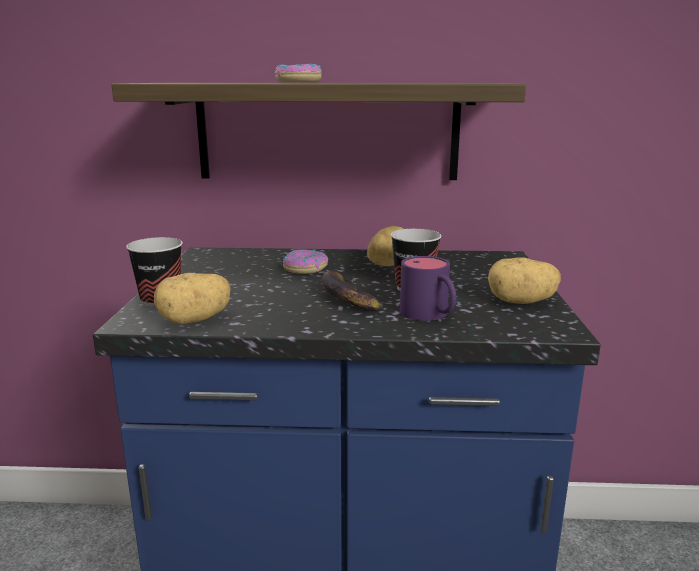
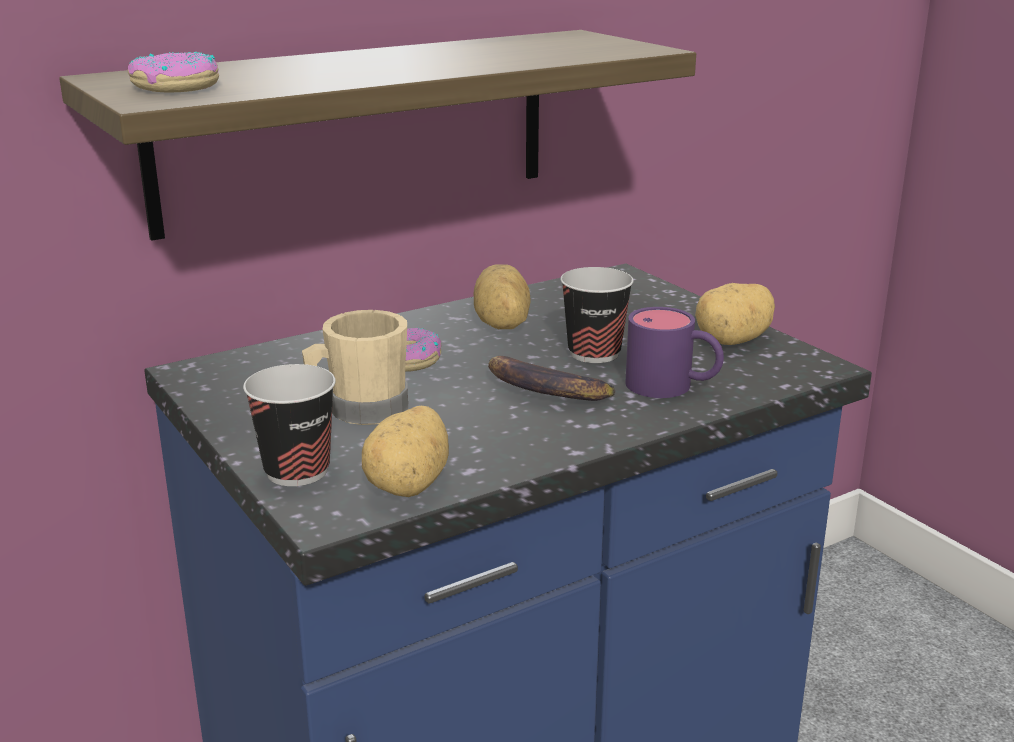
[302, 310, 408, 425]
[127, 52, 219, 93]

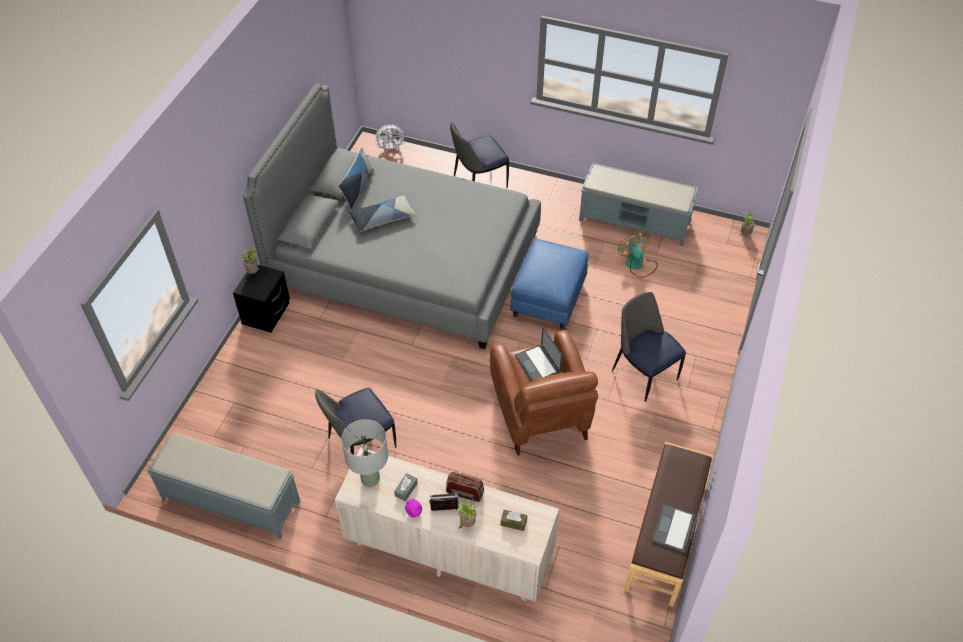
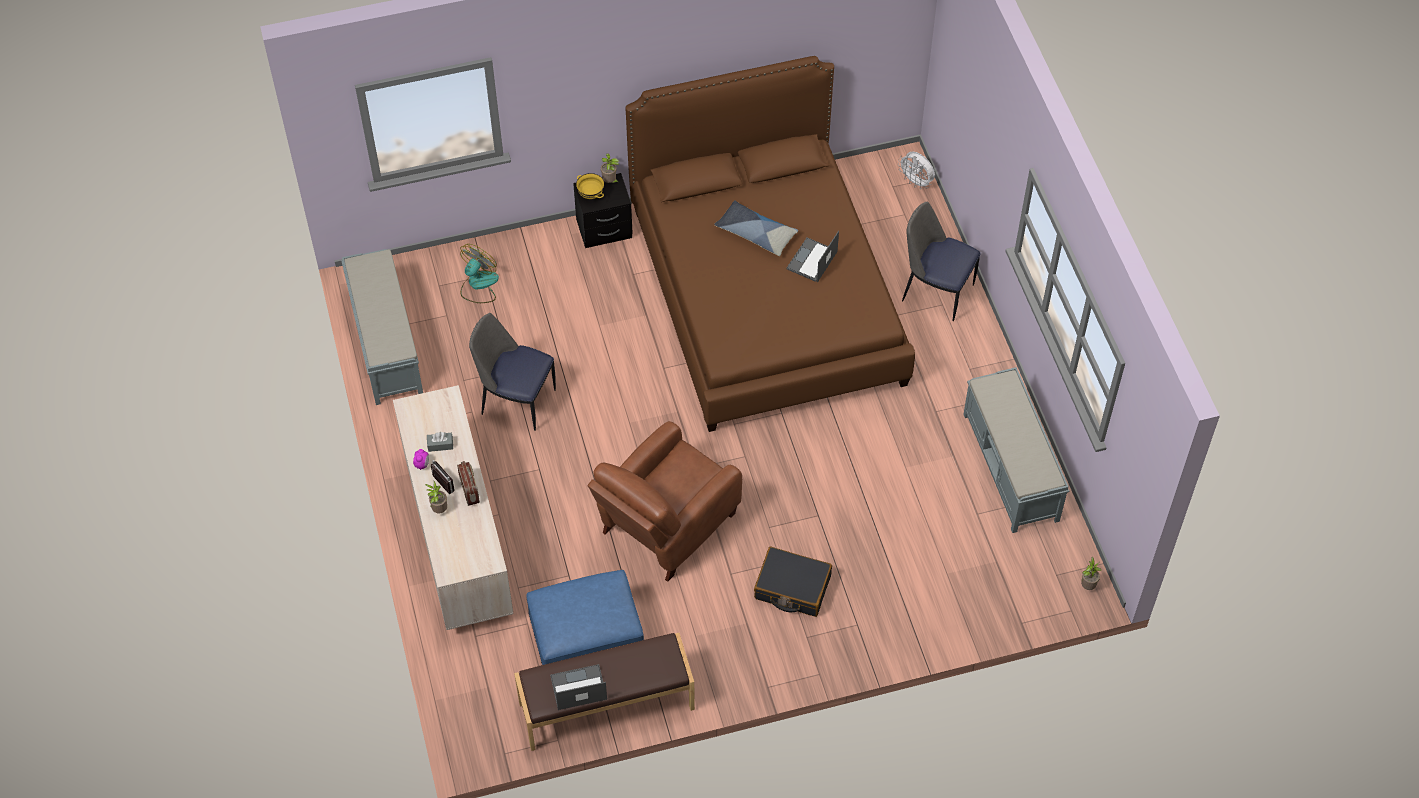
[338, 147, 374, 209] (first image)
[341, 419, 388, 487] (first image)
[501, 510, 527, 531] (first image)
[576, 173, 604, 199]
[526, 570, 644, 665]
[786, 231, 839, 282]
[460, 244, 499, 303]
[754, 546, 832, 617]
[626, 56, 915, 432]

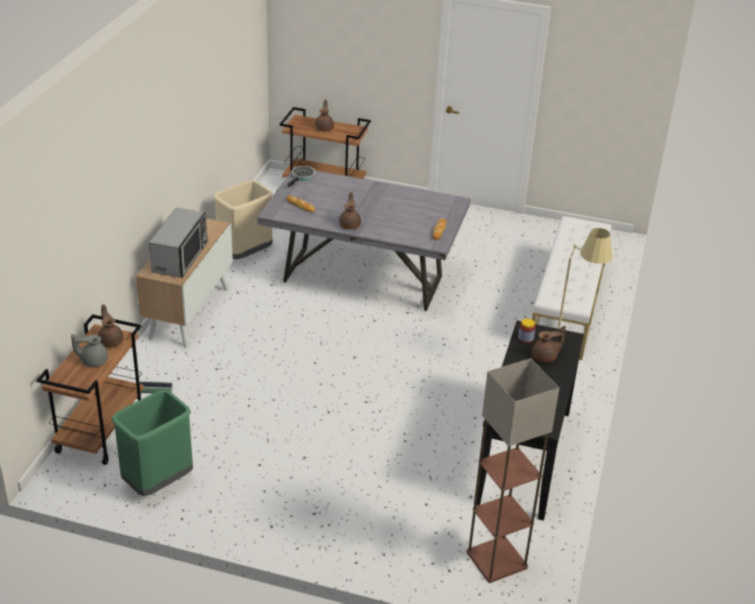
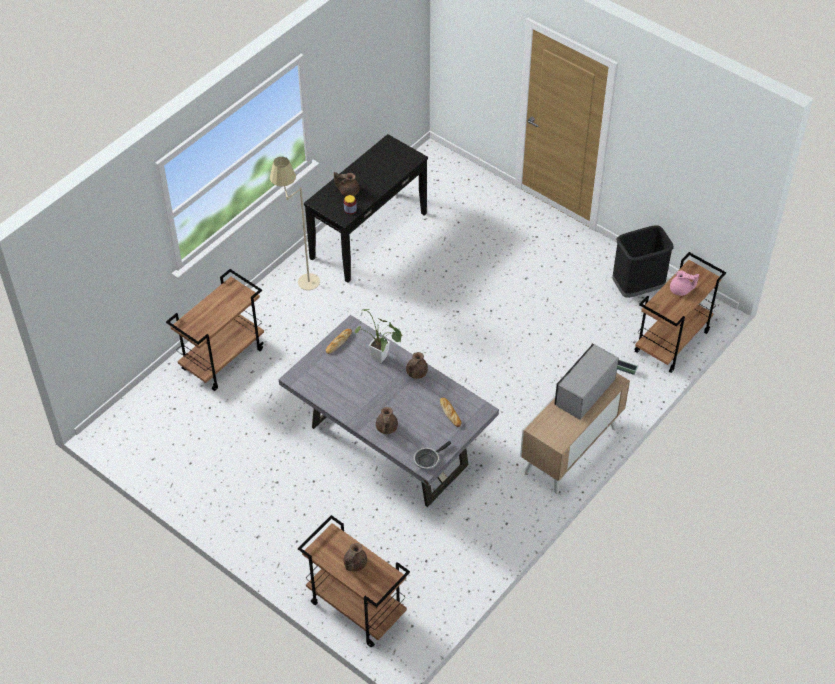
[213, 180, 273, 260] (first image)
[466, 358, 559, 583] (first image)
[355, 309, 402, 363]
[376, 407, 398, 434]
[166, 269, 264, 391]
[670, 271, 699, 296]
[612, 225, 674, 298]

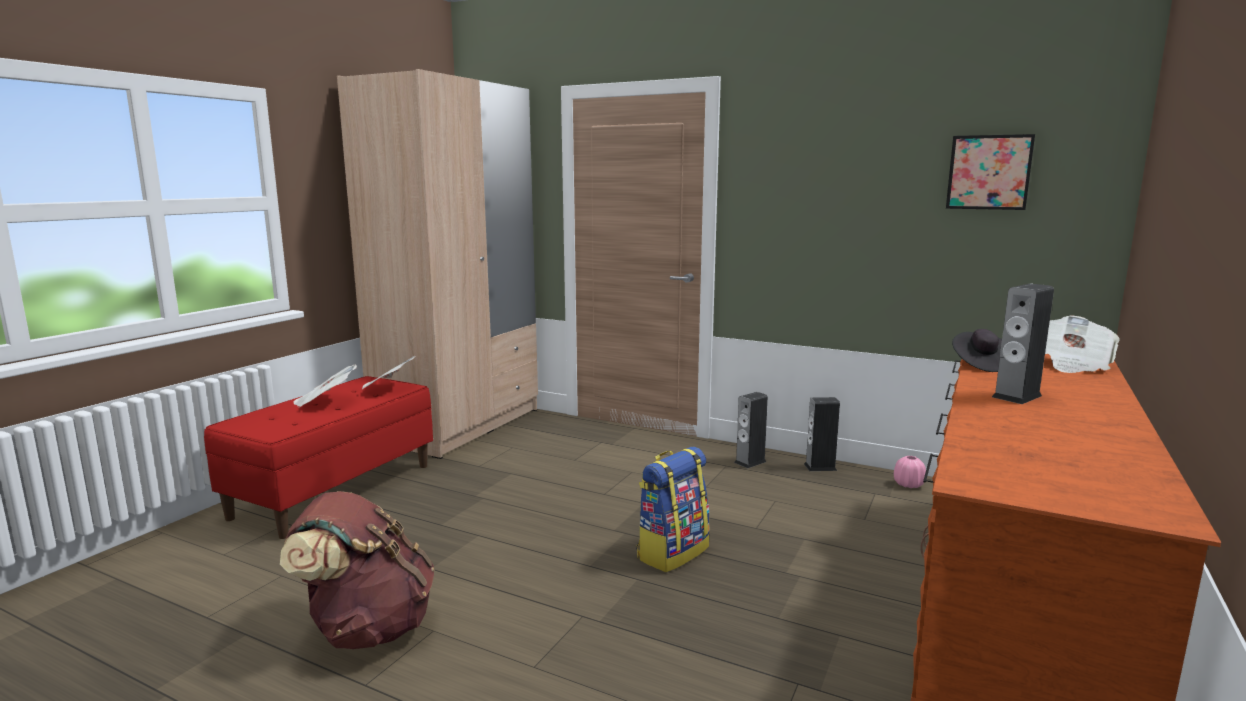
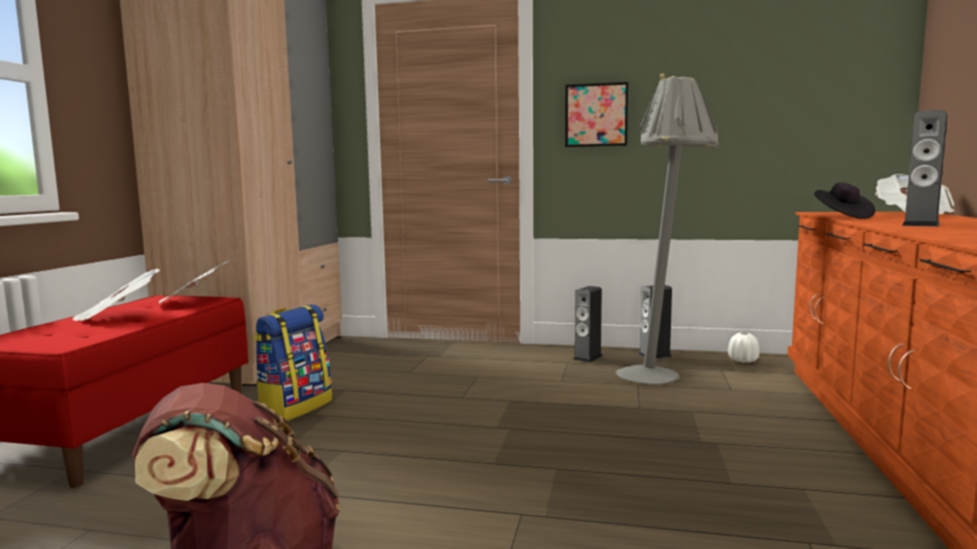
[616, 73, 718, 384]
[253, 304, 332, 421]
[565, 82, 628, 147]
[728, 332, 759, 363]

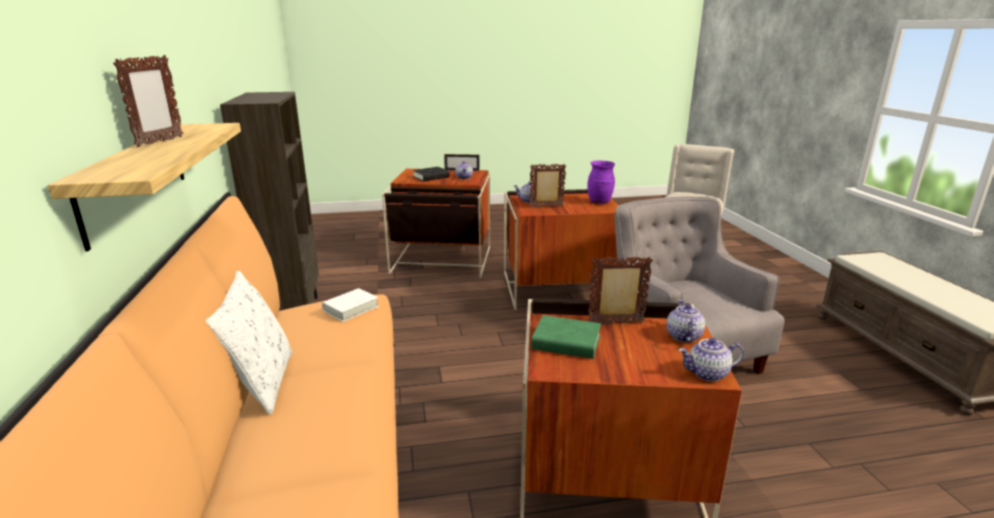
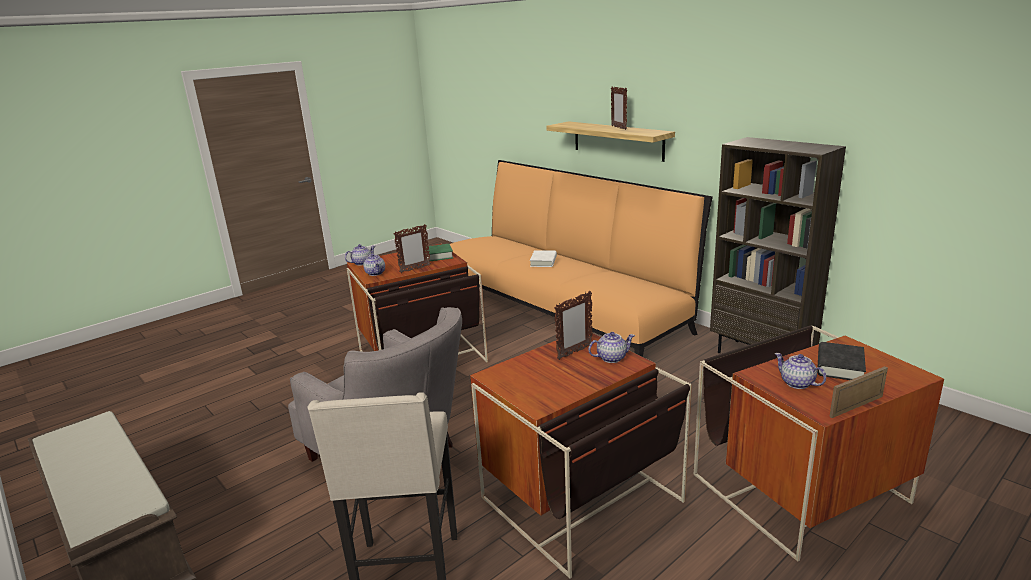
[206, 270, 292, 415] (first image)
[587, 160, 615, 204] (first image)
[530, 250, 557, 267]

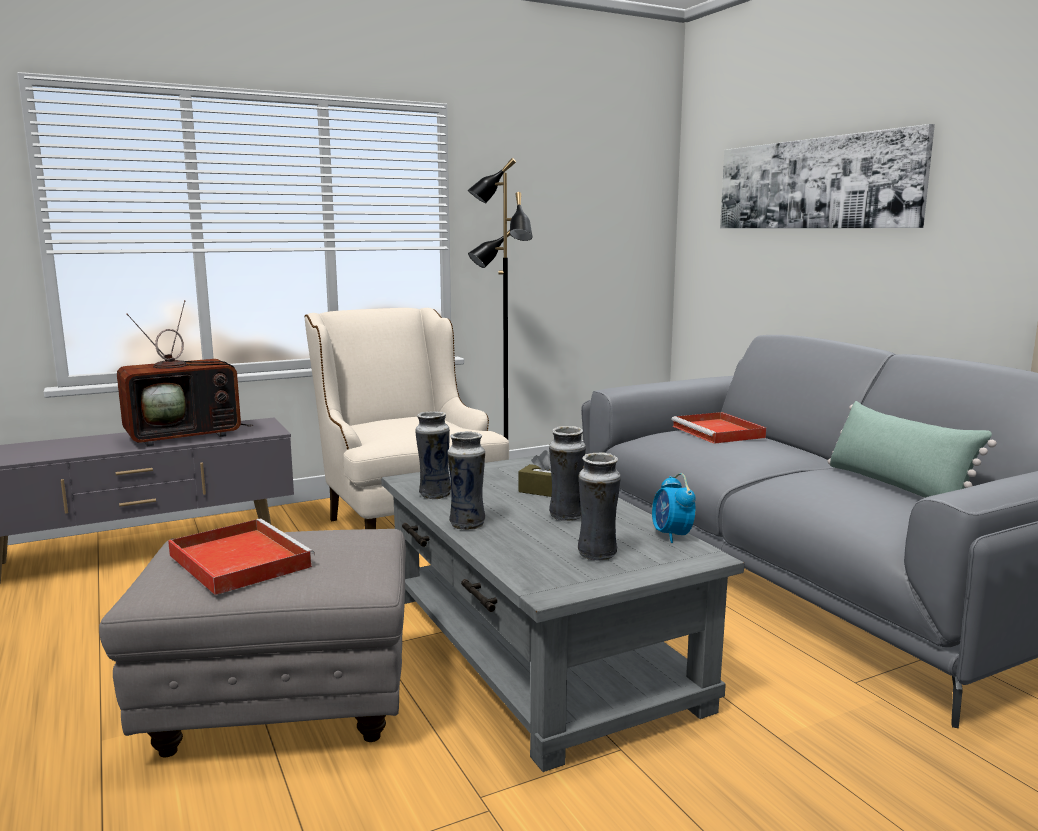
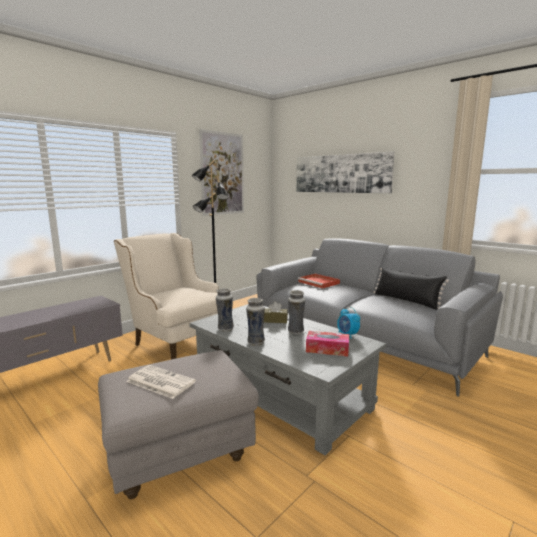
[117, 300, 253, 446] (first image)
[199, 129, 244, 216]
[126, 365, 196, 399]
[306, 331, 349, 356]
[373, 266, 449, 310]

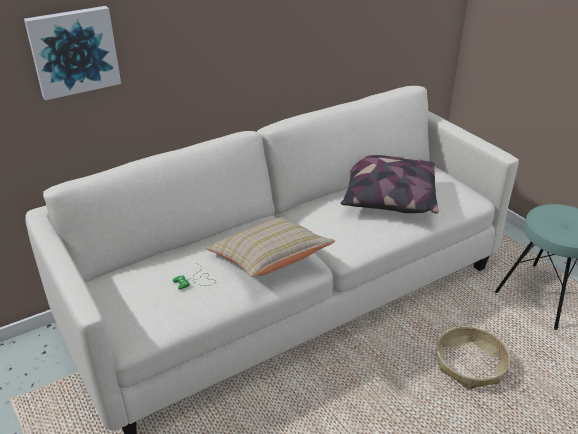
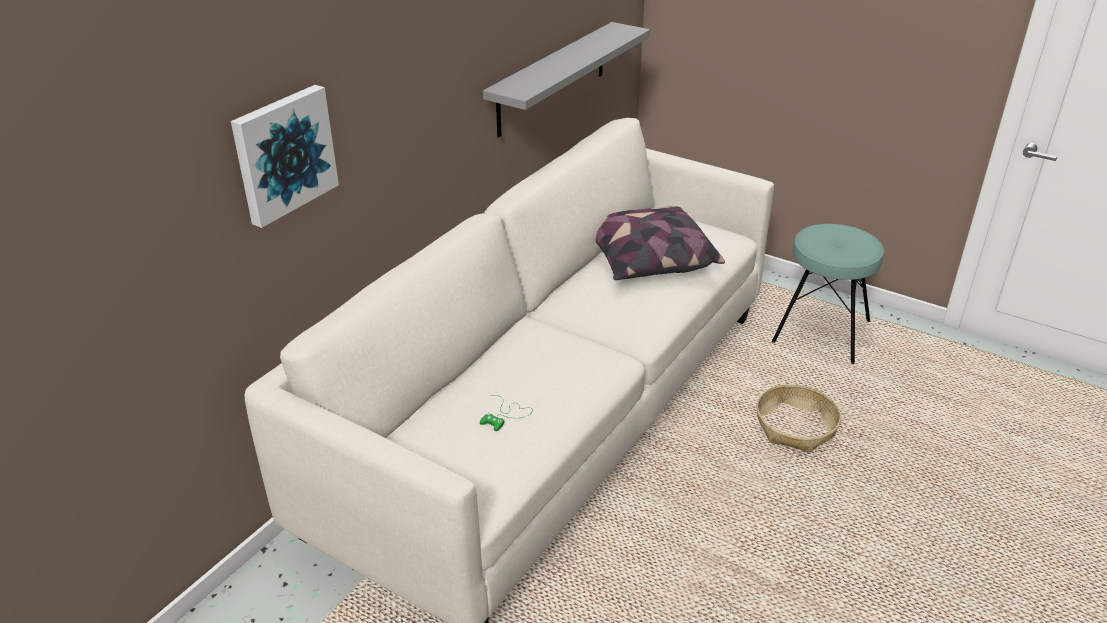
[206, 217, 335, 277] (first image)
[483, 22, 650, 138]

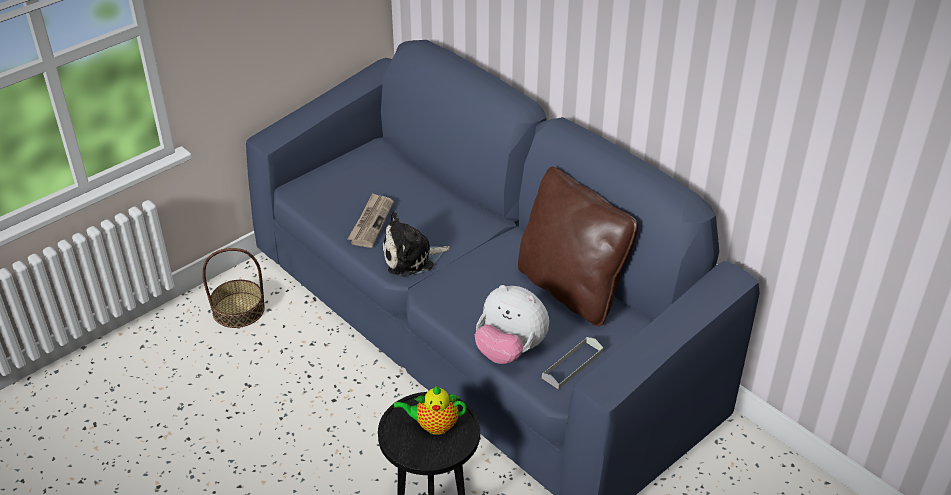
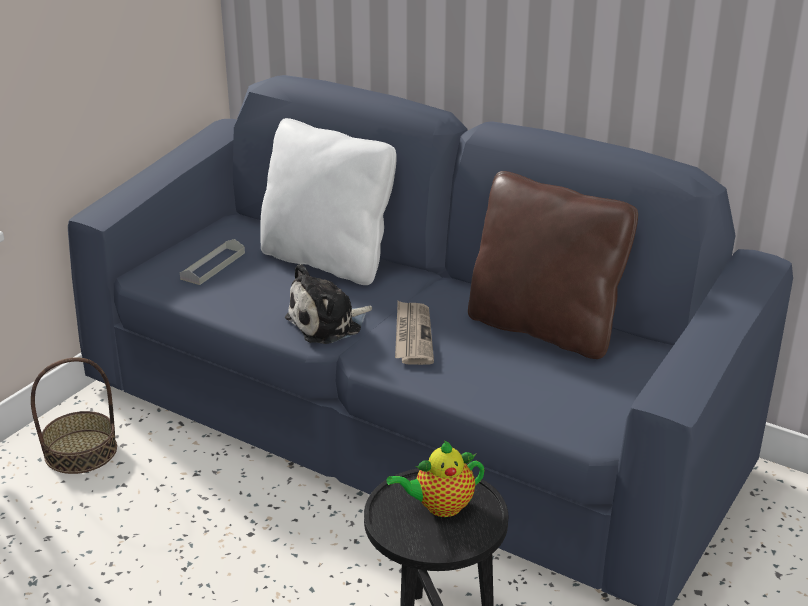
[475, 285, 549, 364] (first image)
[260, 118, 397, 285]
[395, 301, 434, 365]
[180, 239, 245, 285]

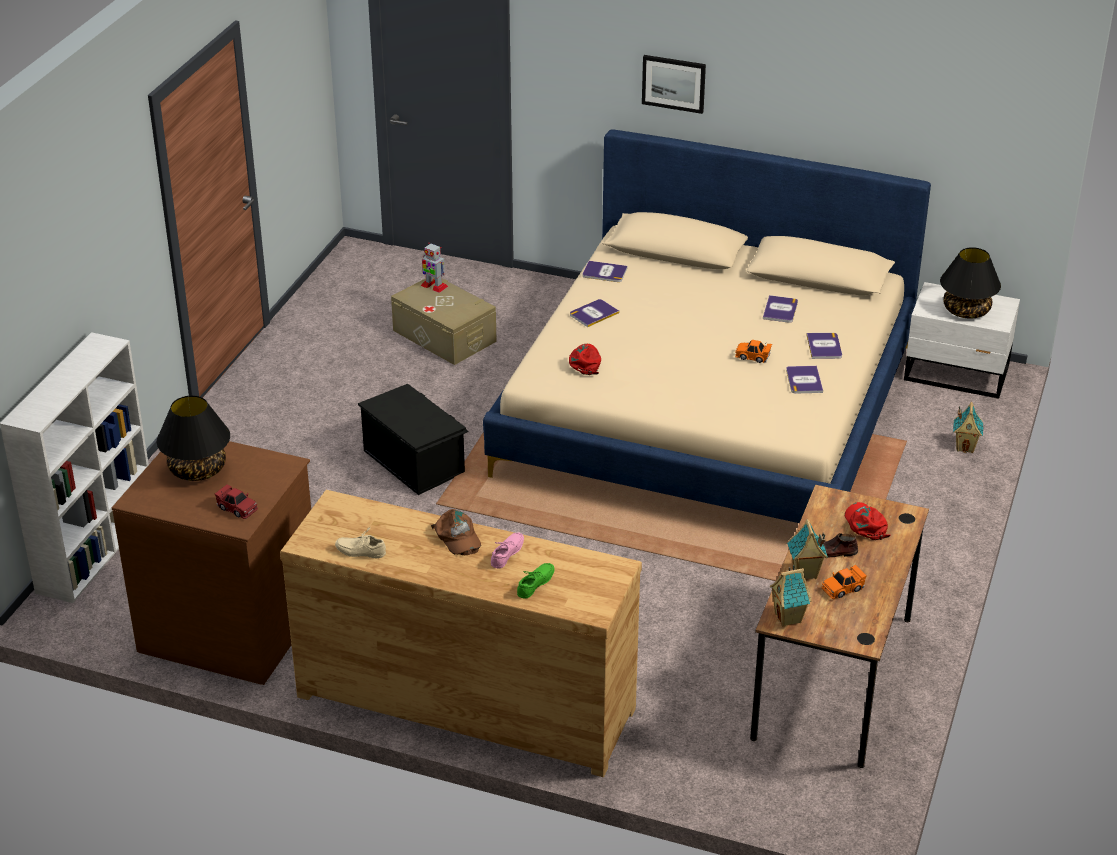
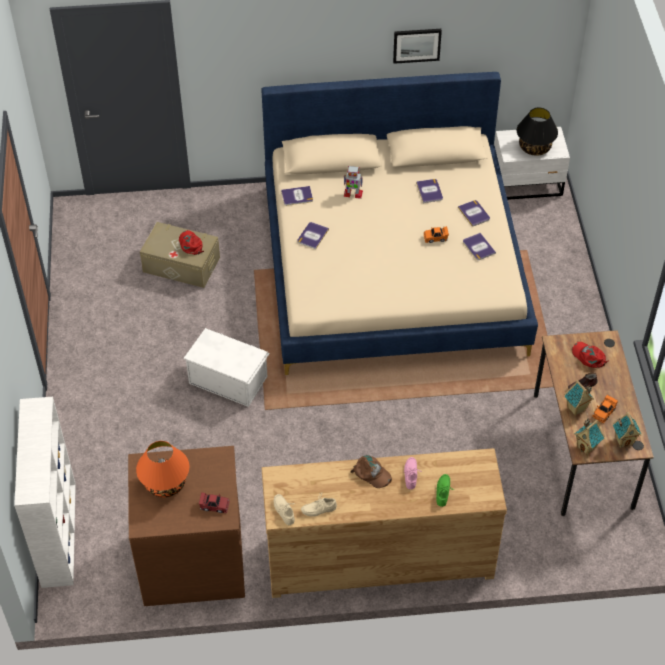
[274, 494, 295, 525]
[344, 166, 363, 199]
[179, 230, 204, 255]
[393, 29, 442, 64]
[613, 412, 642, 448]
[136, 441, 189, 498]
[183, 328, 270, 407]

